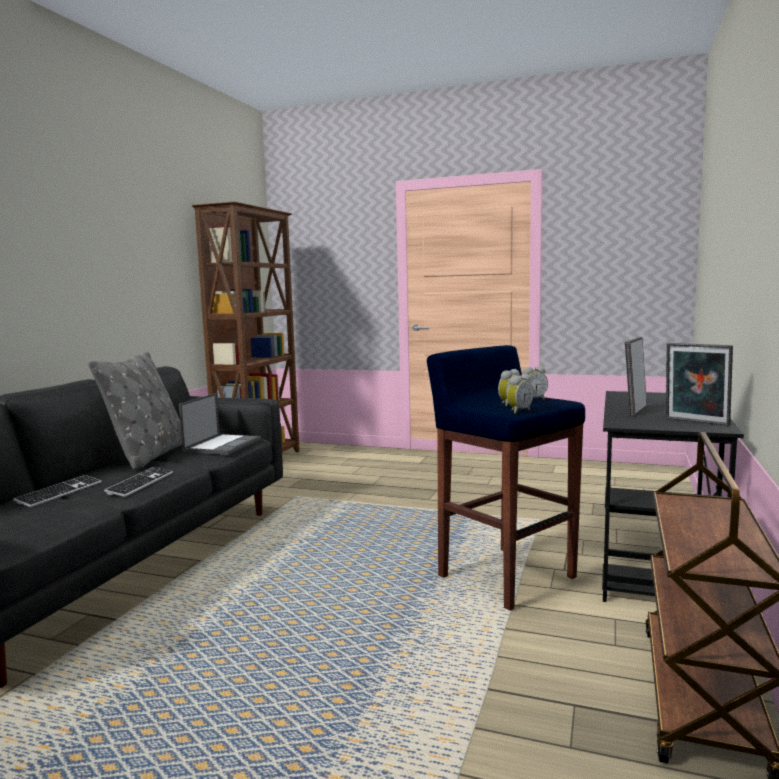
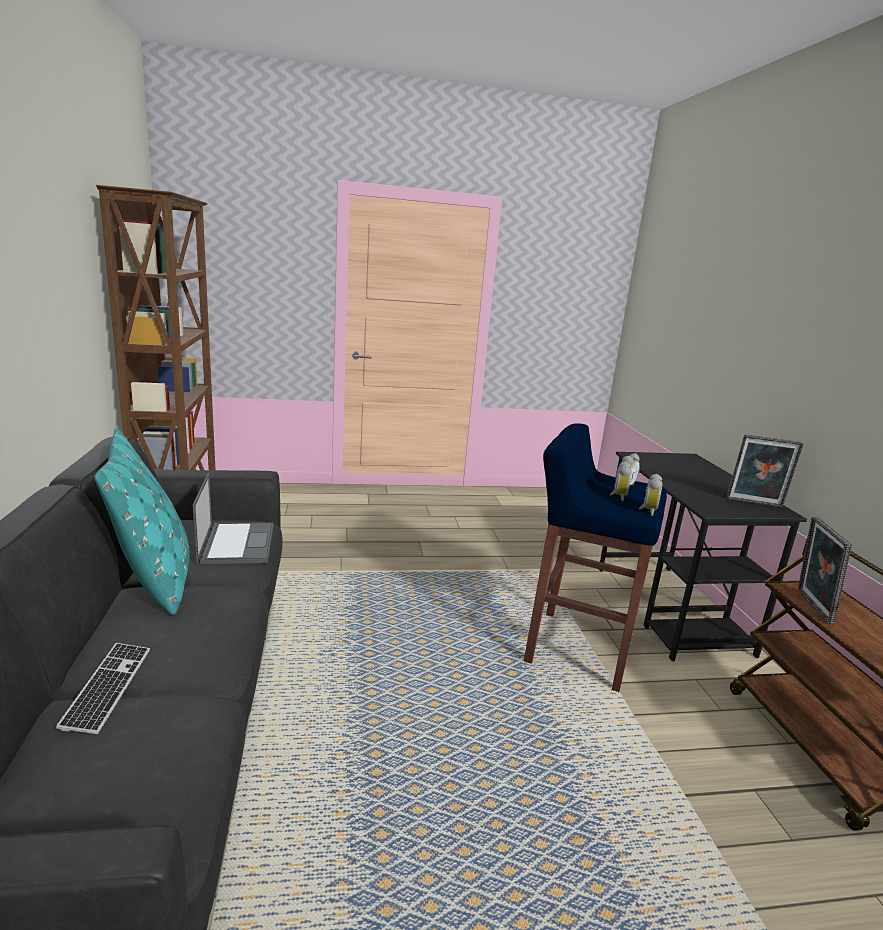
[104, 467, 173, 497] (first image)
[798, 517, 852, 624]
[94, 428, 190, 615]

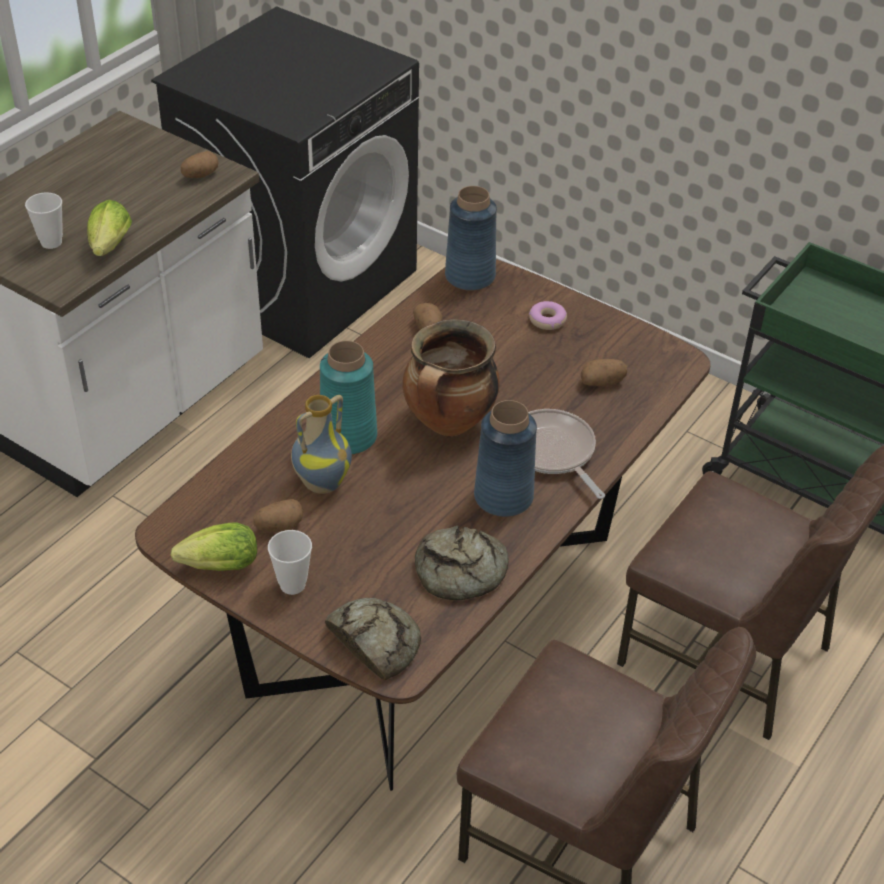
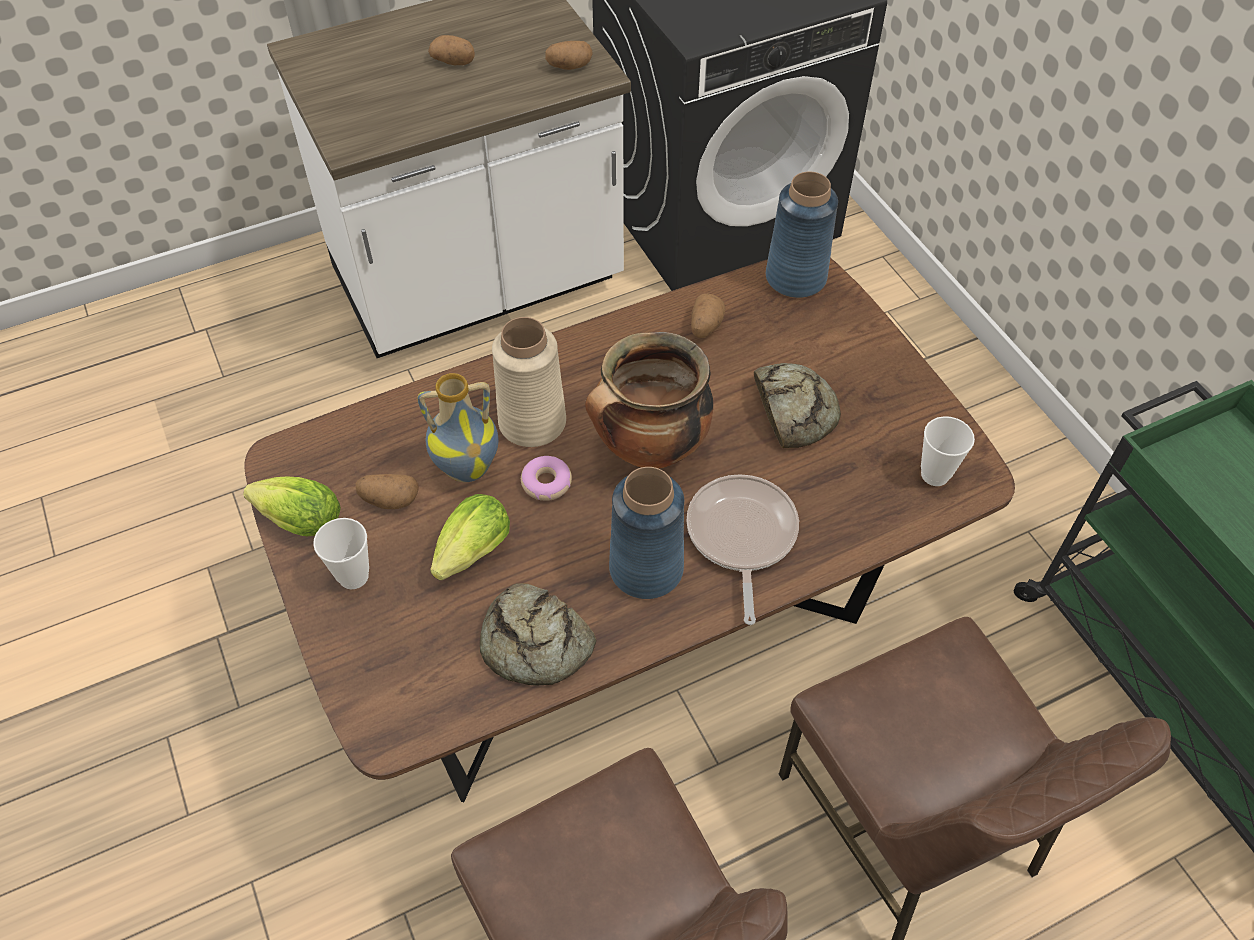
[921, 416, 975, 486]
[430, 494, 510, 580]
[754, 363, 841, 448]
[521, 456, 572, 501]
[428, 35, 475, 65]
[492, 317, 566, 447]

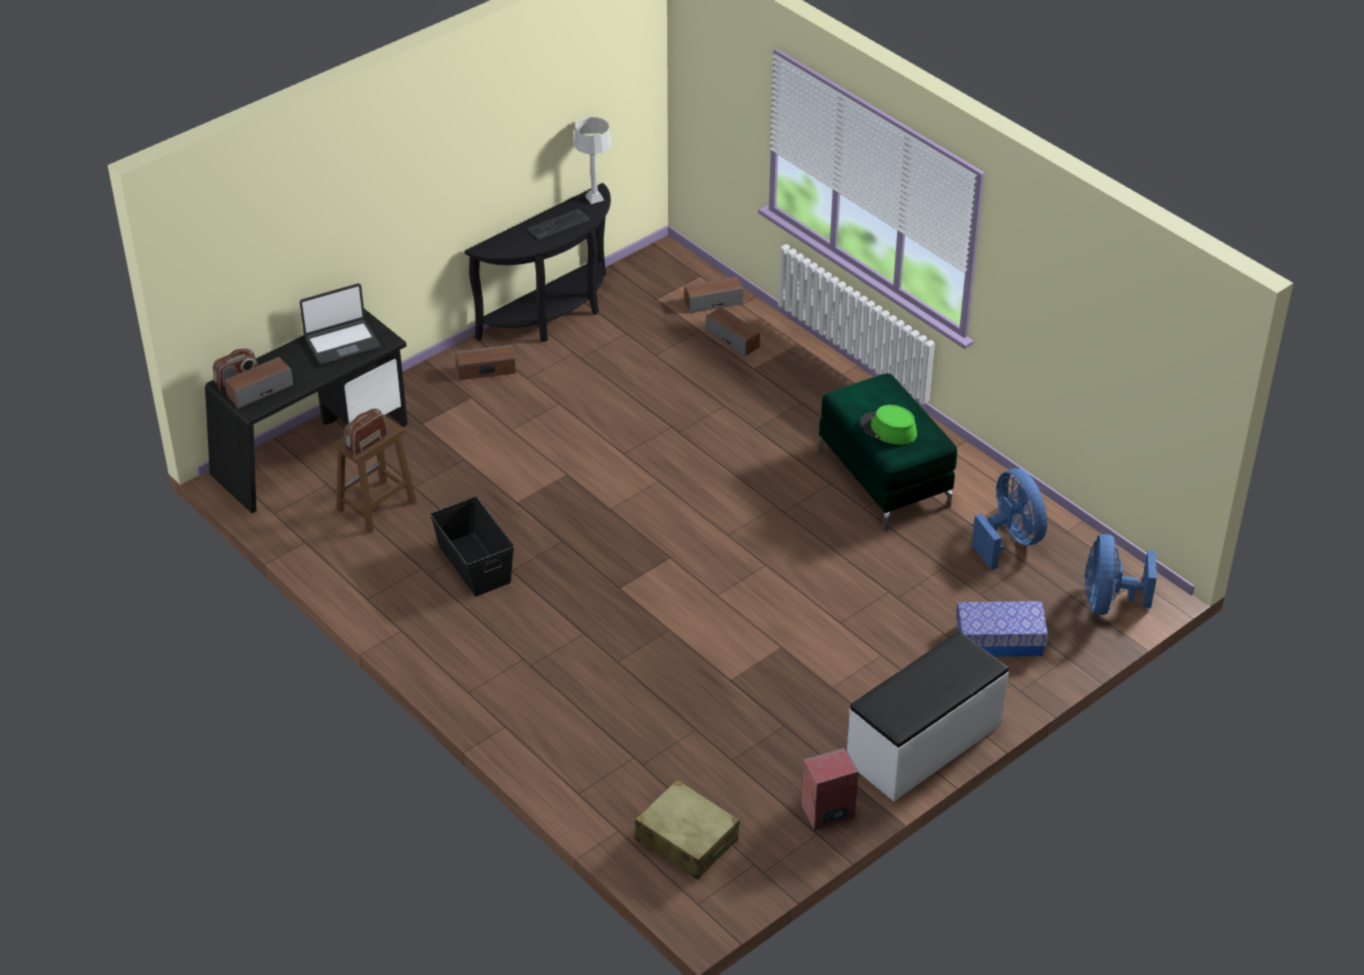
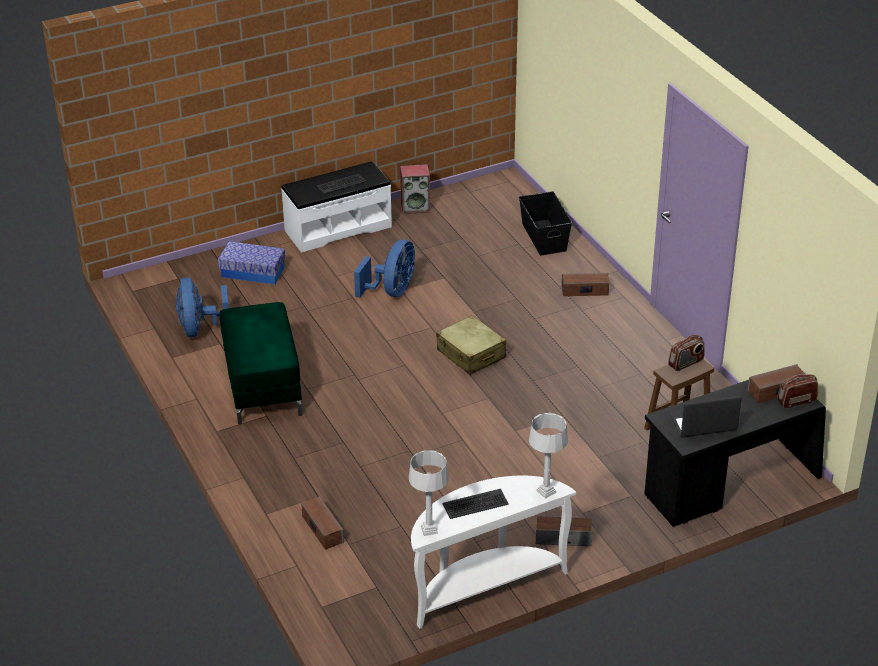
[860, 405, 917, 445] (first image)
[317, 174, 366, 194]
[529, 413, 568, 499]
[519, 191, 572, 255]
[436, 315, 506, 375]
[561, 273, 609, 296]
[354, 239, 415, 297]
[411, 476, 576, 629]

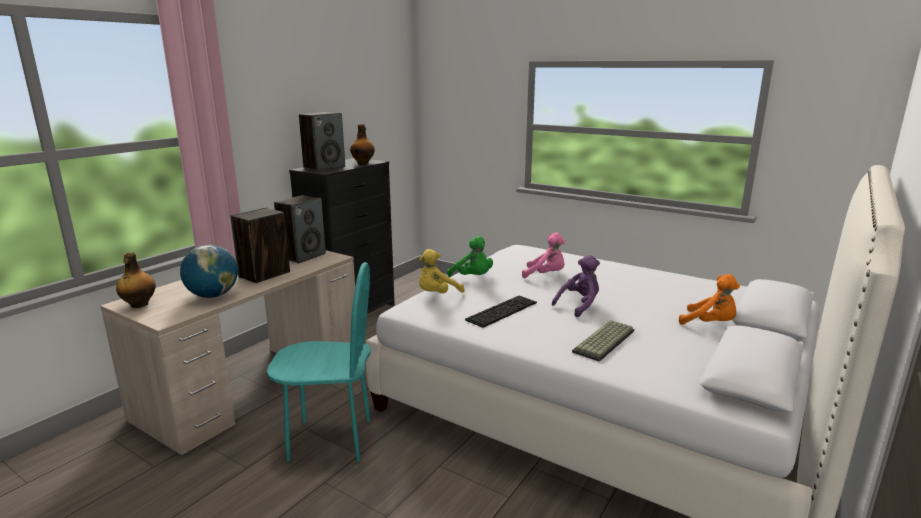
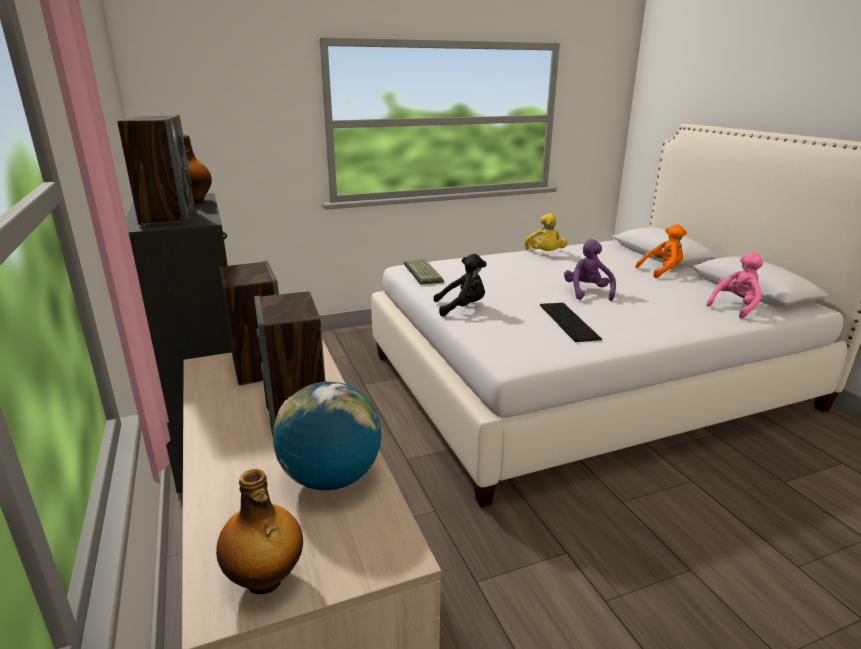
[267, 262, 371, 462] (first image)
[525, 213, 567, 251]
[706, 252, 763, 319]
[404, 258, 444, 285]
[434, 254, 486, 316]

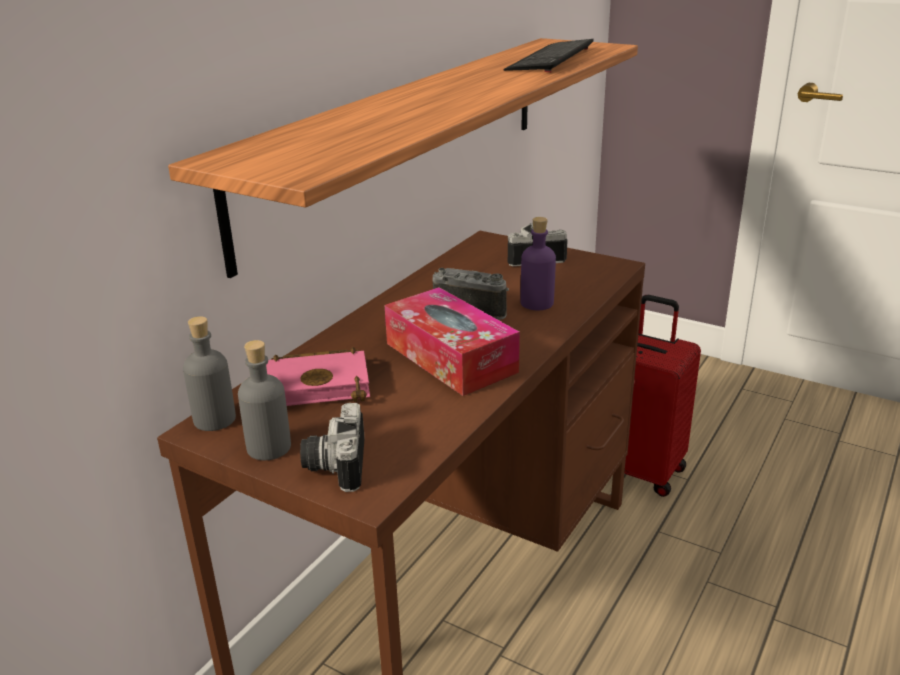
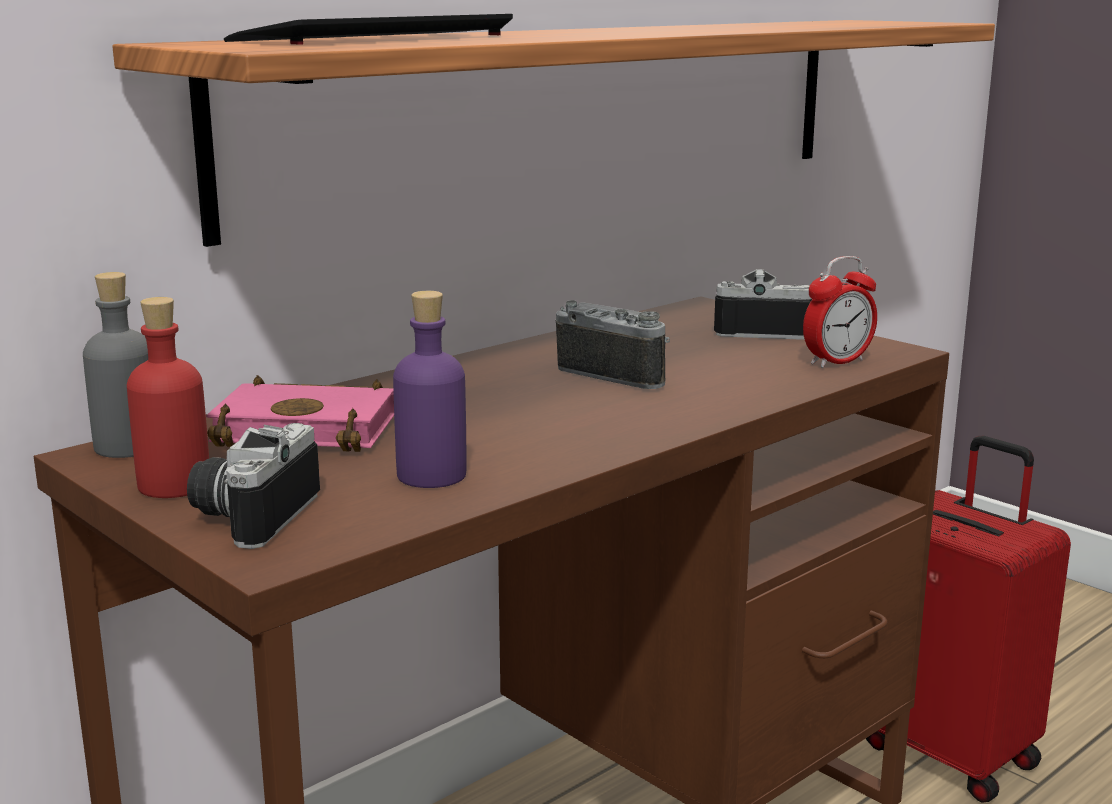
[385, 287, 520, 396] (first image)
[803, 256, 877, 368]
[224, 14, 513, 45]
[393, 291, 467, 488]
[127, 297, 209, 498]

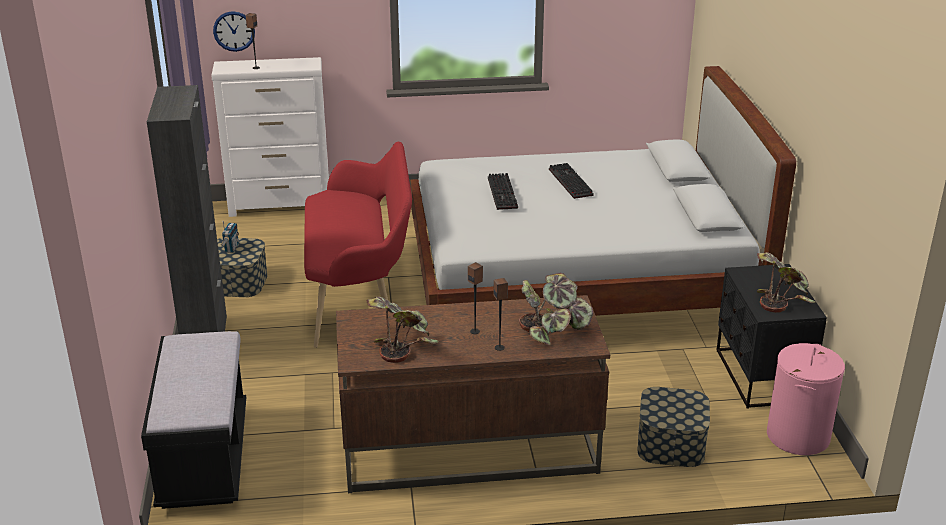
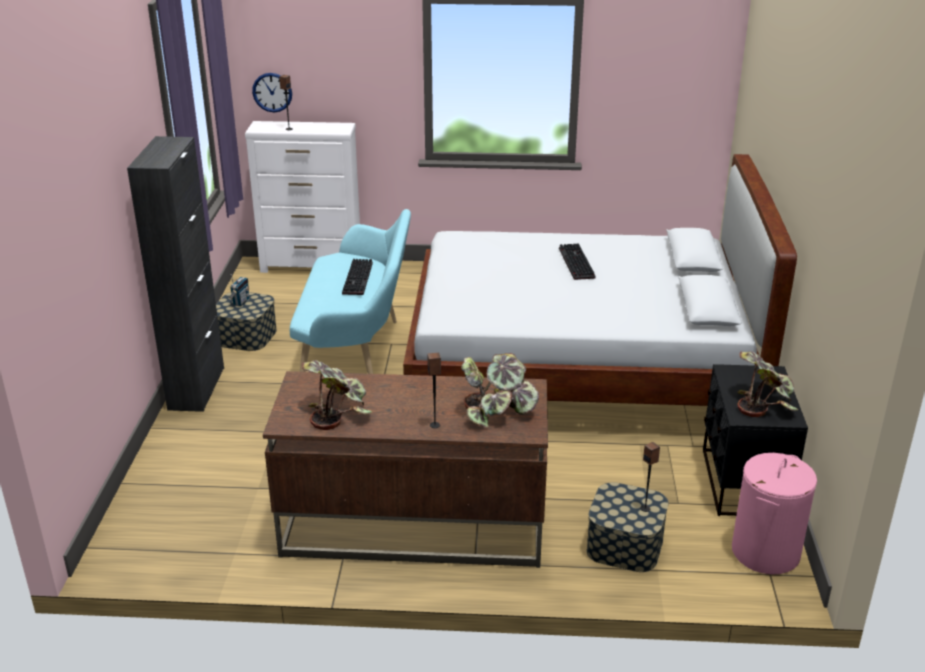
[141, 331, 246, 509] (first image)
[640, 442, 660, 512]
[342, 259, 373, 295]
[290, 209, 411, 374]

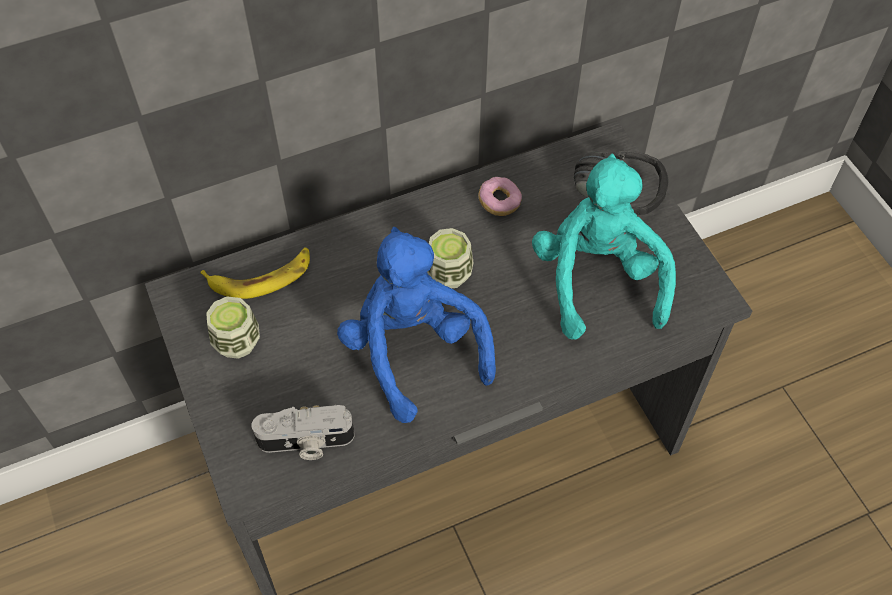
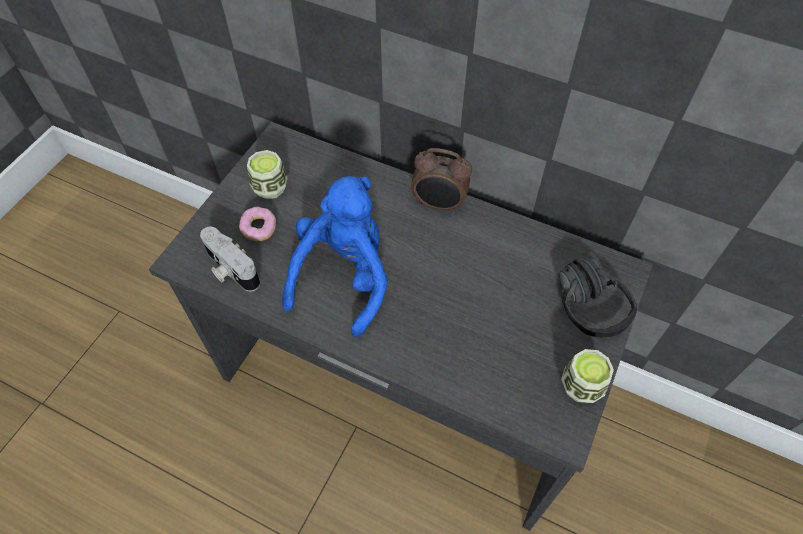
[200, 248, 310, 299] (first image)
[532, 154, 676, 340] (first image)
[411, 148, 472, 213]
[561, 349, 614, 403]
[239, 207, 276, 241]

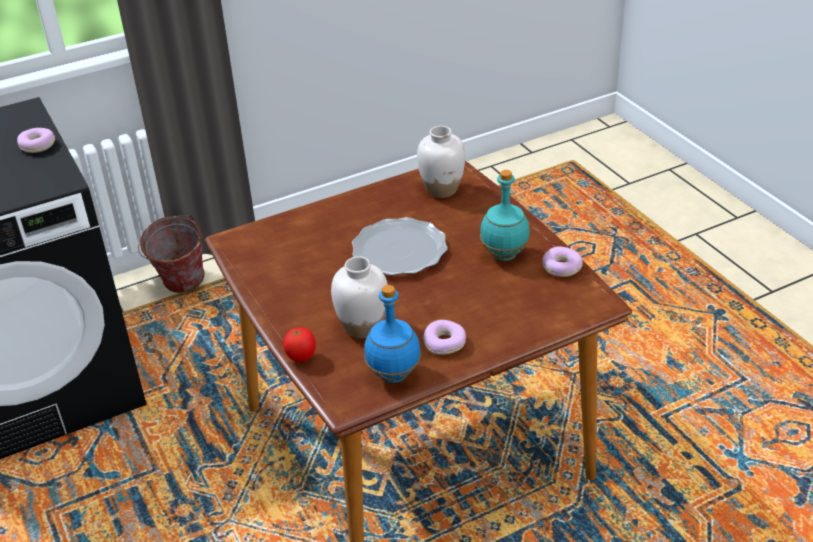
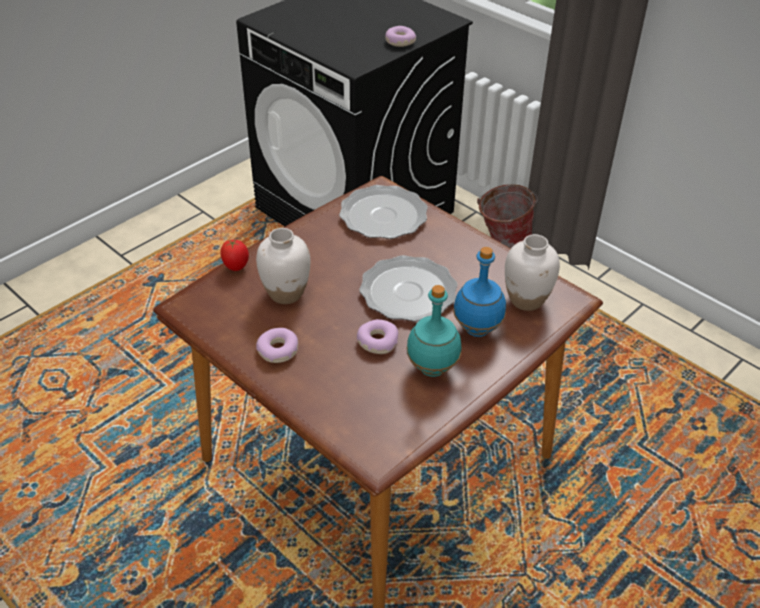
[339, 185, 428, 239]
[453, 247, 506, 337]
[357, 319, 398, 354]

